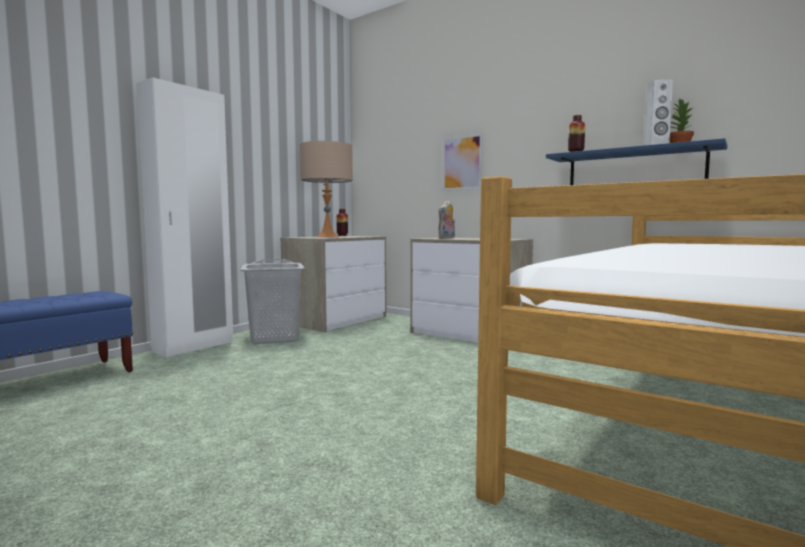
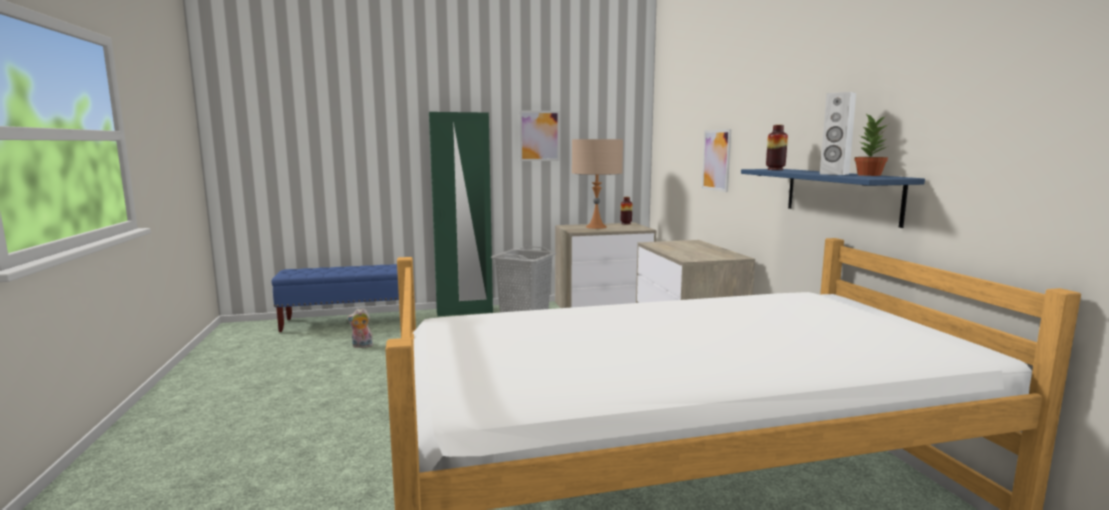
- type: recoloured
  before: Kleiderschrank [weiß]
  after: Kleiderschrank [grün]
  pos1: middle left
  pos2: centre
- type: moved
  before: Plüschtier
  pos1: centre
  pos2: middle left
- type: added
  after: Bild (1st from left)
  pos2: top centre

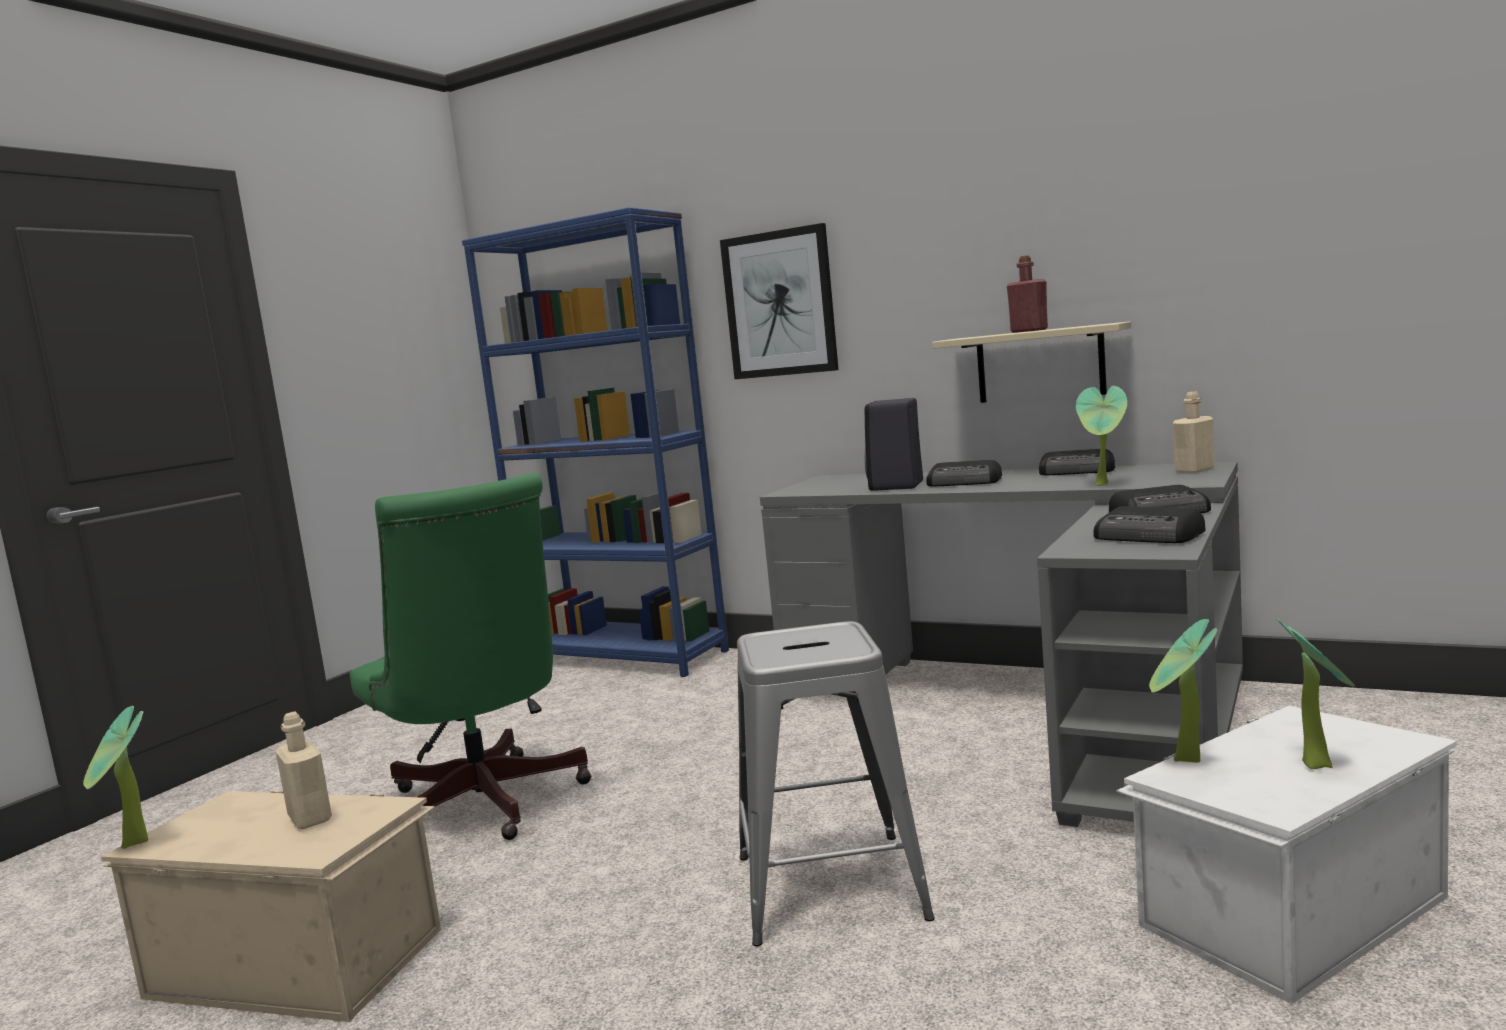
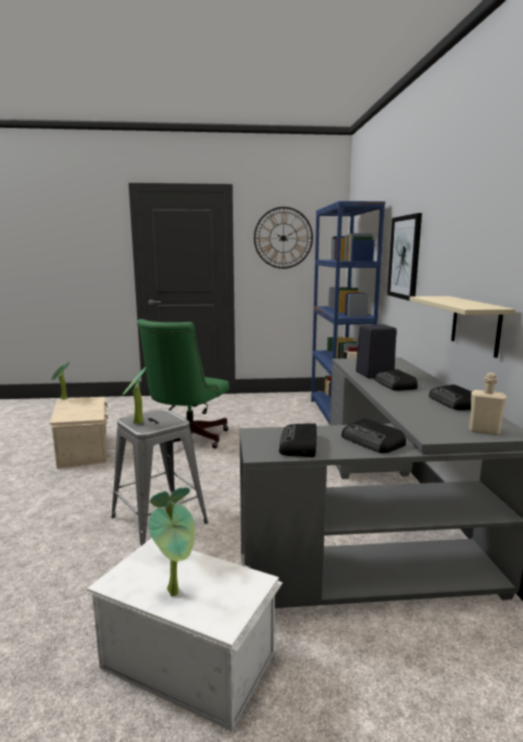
- type: removed
  before: Flasche [beige] (1st from left)
  pos1: bottom left
- type: removed
  before: Flasche [rot]
  pos1: top right
- type: moved
  before: Topfpflanze (2nd from left)
  pos1: middle right
  pos2: middle left
- type: added
  after: Wanduhr
  pos2: top centre

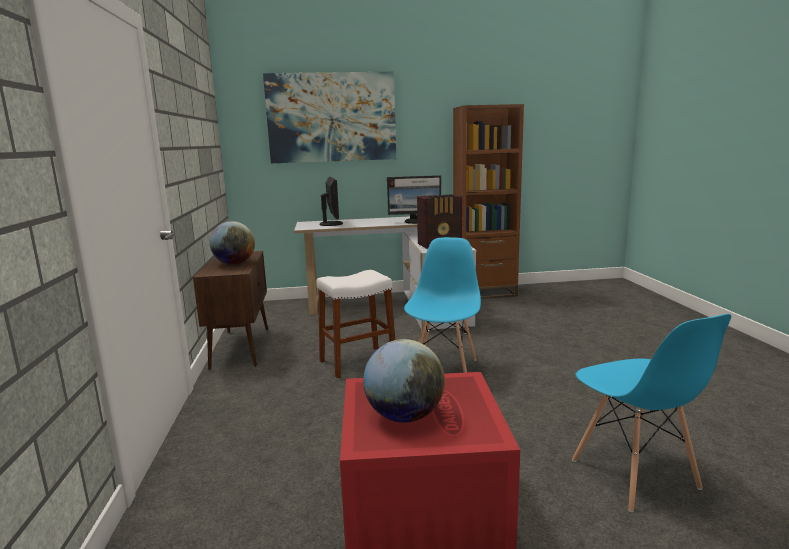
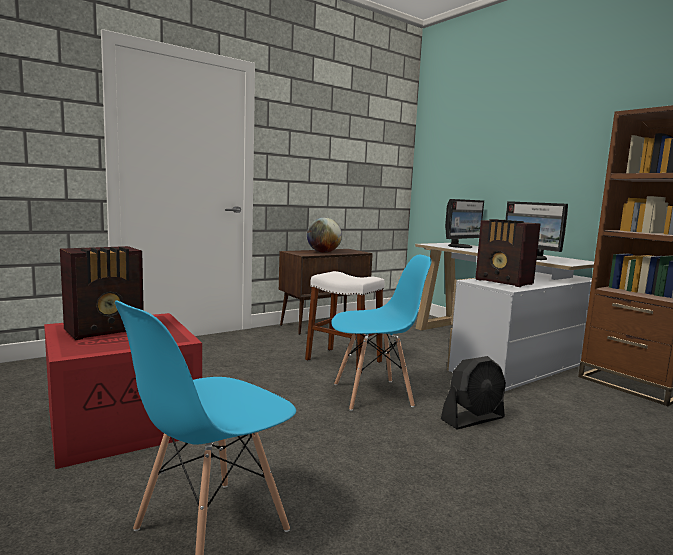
- type: removed
  before: Bild
  pos1: top centre
- type: replaced
  before: Globus (2nd from left)
  after: Radio (1st from left)
  pos1: bottom centre
  pos2: middle left
- type: added
  after: Ventilator [schwarz]
  pos2: bottom right

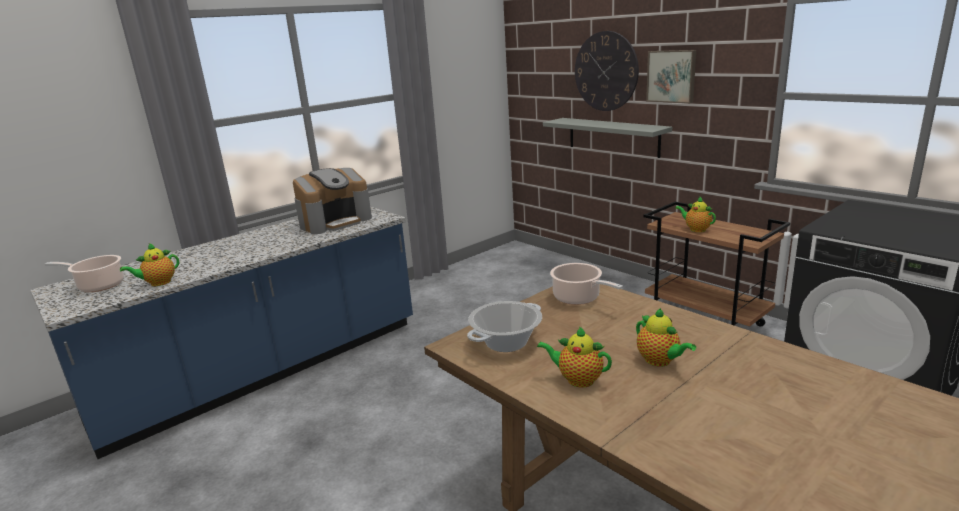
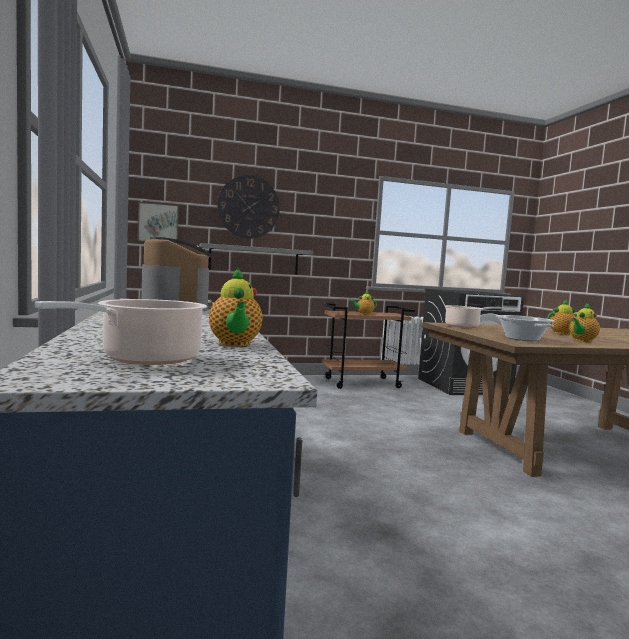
- type: moved
  before: Bild
  pos1: top right
  pos2: middle left

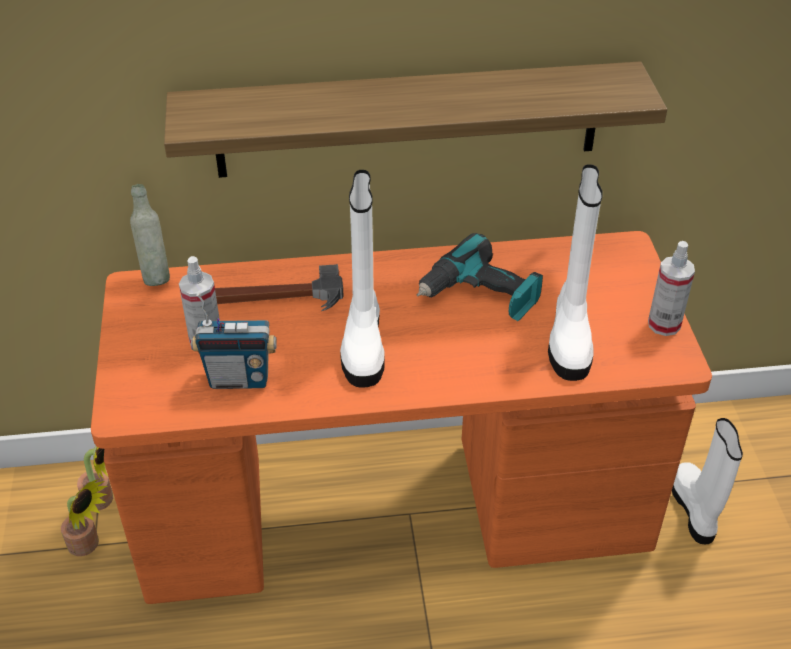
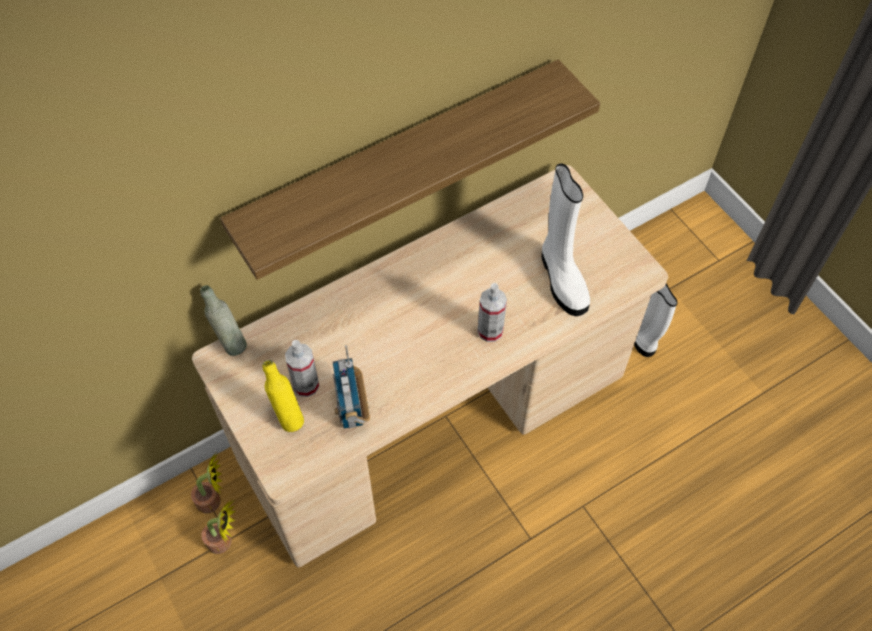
- type: recoloured
  before: Schreibtisch [orange]
  after: Schreibtisch [beige]
  pos1: centre
  pos2: centre
- type: turned
  before: Radio
  pos1: middle left
  pos2: centre
  turn: 105
- type: removed
  before: Hammer
  pos1: centre
- type: removed
  before: Stiefel [weiß] (1st from left)
  pos1: centre
- type: removed
  before: Bohrmaschine
  pos1: centre
- type: moved
  before: Sprühflasche (2nd from left)
  pos1: middle right
  pos2: centre
- type: added
  after: Flasche [gelb]
  pos2: middle left

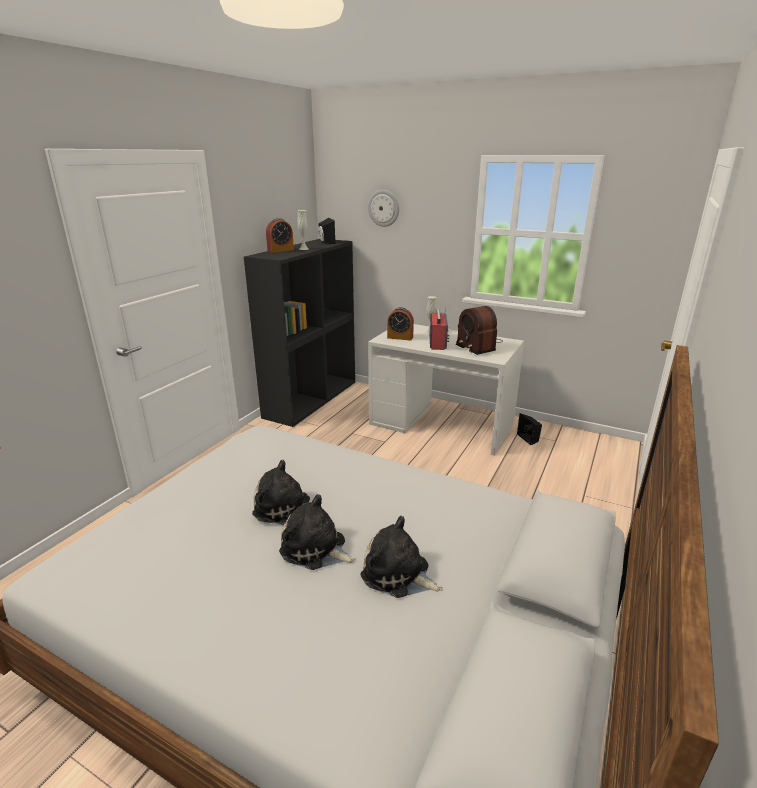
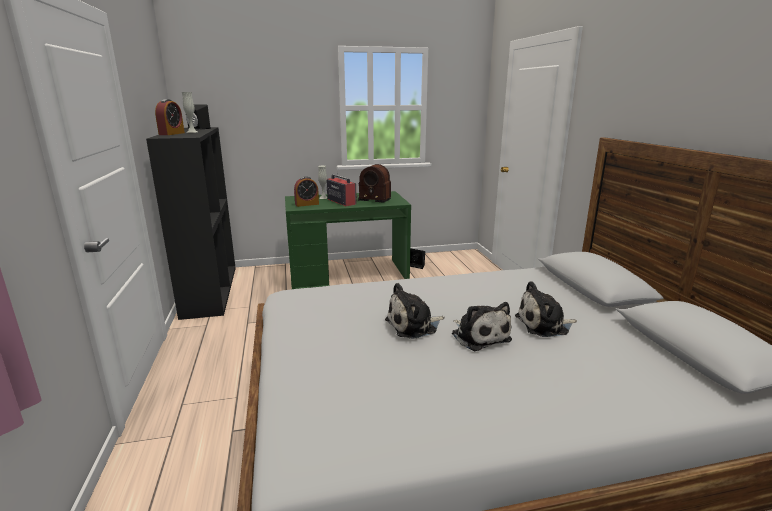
- type: turned
  before: Plüschtier (2nd from left)
  pos1: bottom centre
  pos2: centre
  turn: -105
- type: removed
  before: Wanduhr
  pos1: top centre
- type: recoloured
  before: Schreibtisch [weiß]
  after: Schreibtisch [grün]
  pos1: centre
  pos2: centre

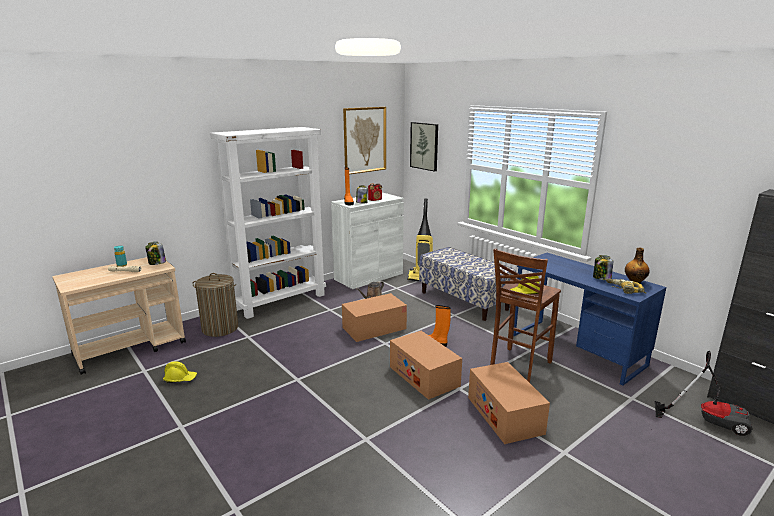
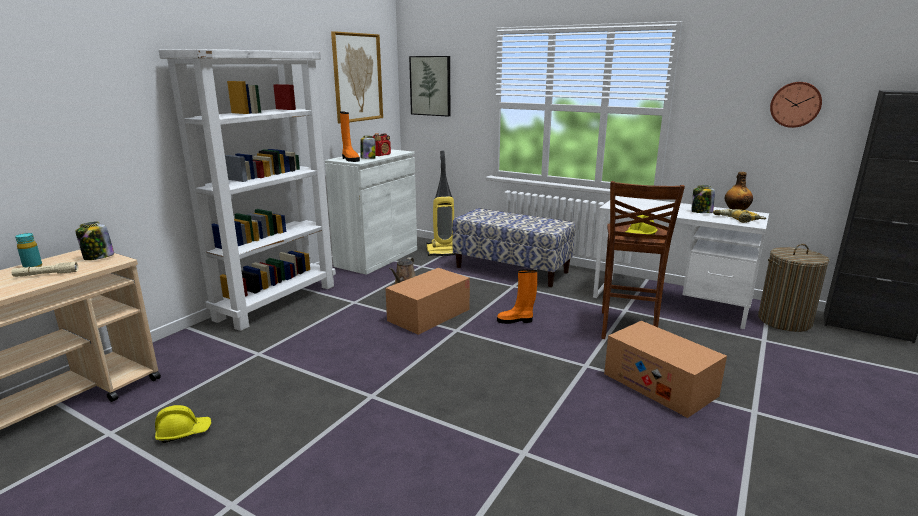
- type: moved
  before: Wäschekorb
  pos1: middle left
  pos2: middle right
- type: removed
  before: Karton (2nd from left)
  pos1: bottom centre
- type: recoloured
  before: Schreibtisch [blau]
  after: Schreibtisch [weiß]
  pos1: middle right
  pos2: middle right
- type: removed
  before: Staubsauger (2nd from left)
  pos1: bottom right
- type: added
  after: Wanduhr
  pos2: top right

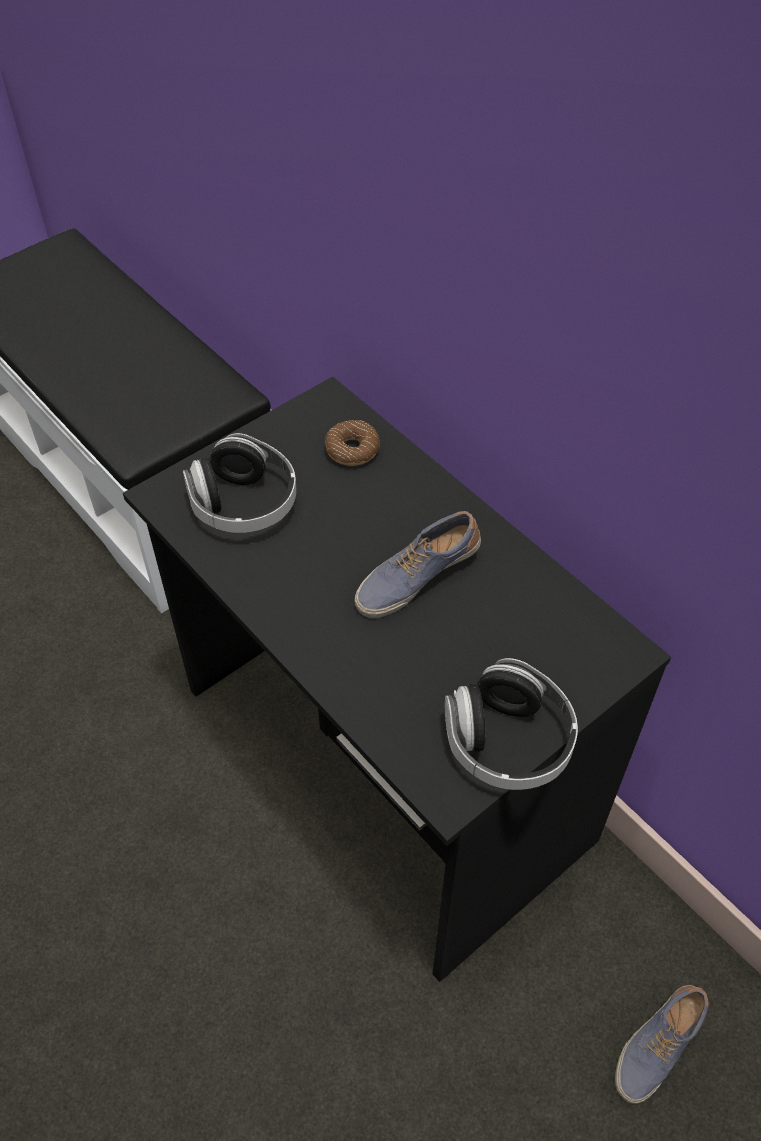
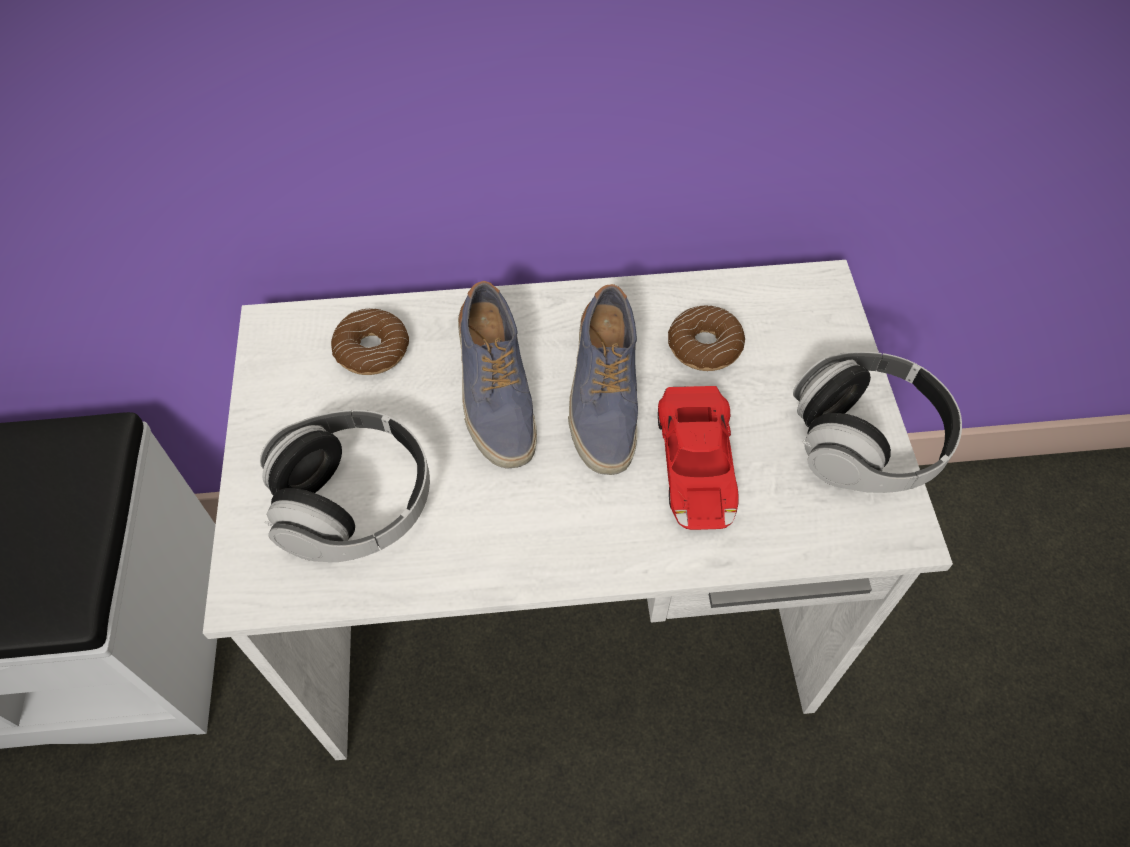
- type: recoloured
  before: Schreibtisch [schwarz]
  after: Schreibtisch [weiß]
  pos1: centre
  pos2: centre
- type: moved
  before: Schuh (2nd from left in the first image)
  after: Schuh (1st from left)
  pos1: bottom right
  pos2: centre
- type: added
  after: Spielzeugauto [rot]
  pos2: centre
- type: added
  after: Donut (2nd from left)
  pos2: centre

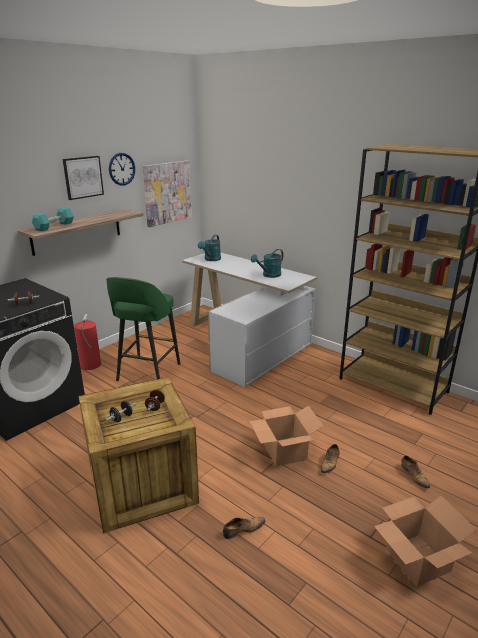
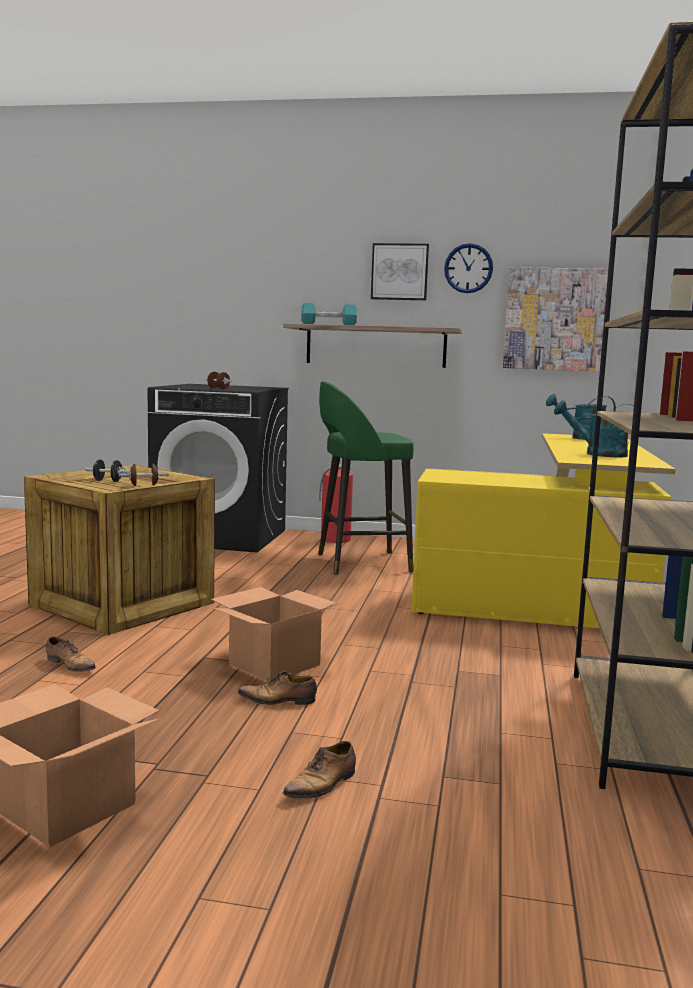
- type: recoloured
  before: Schreibtisch [weiß]
  after: Schreibtisch [gelb]
  pos1: centre
  pos2: middle right

